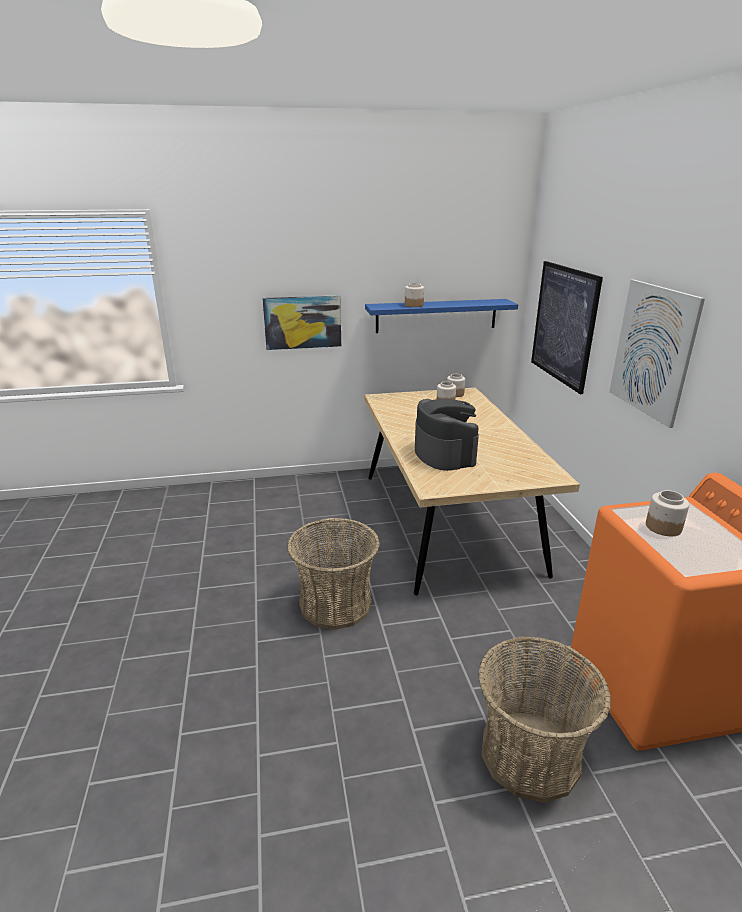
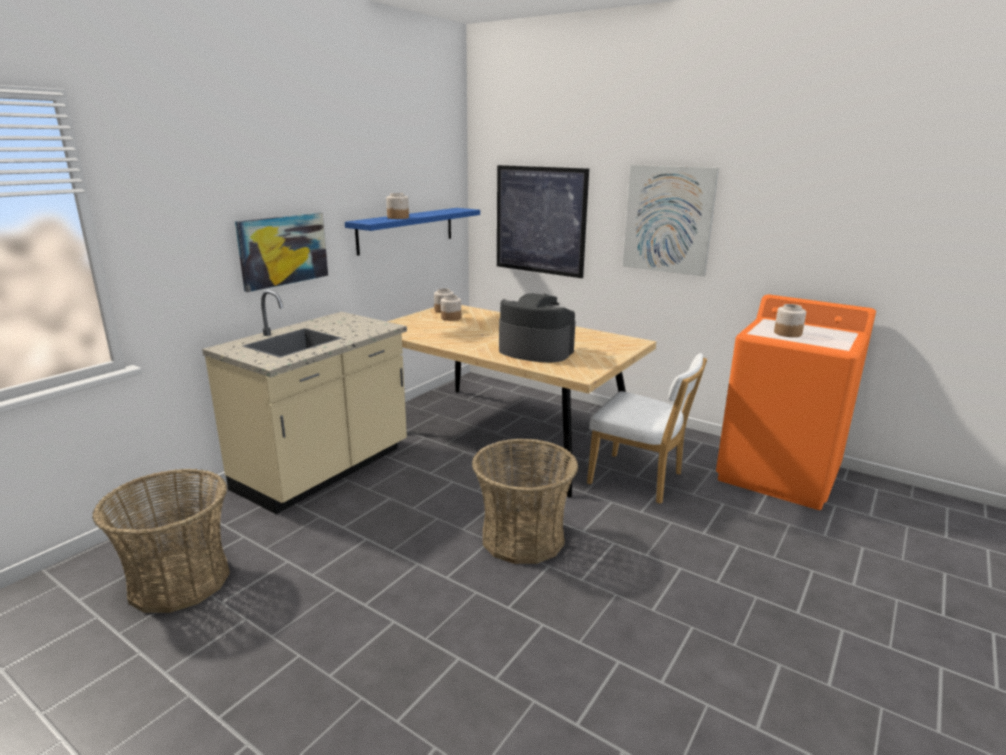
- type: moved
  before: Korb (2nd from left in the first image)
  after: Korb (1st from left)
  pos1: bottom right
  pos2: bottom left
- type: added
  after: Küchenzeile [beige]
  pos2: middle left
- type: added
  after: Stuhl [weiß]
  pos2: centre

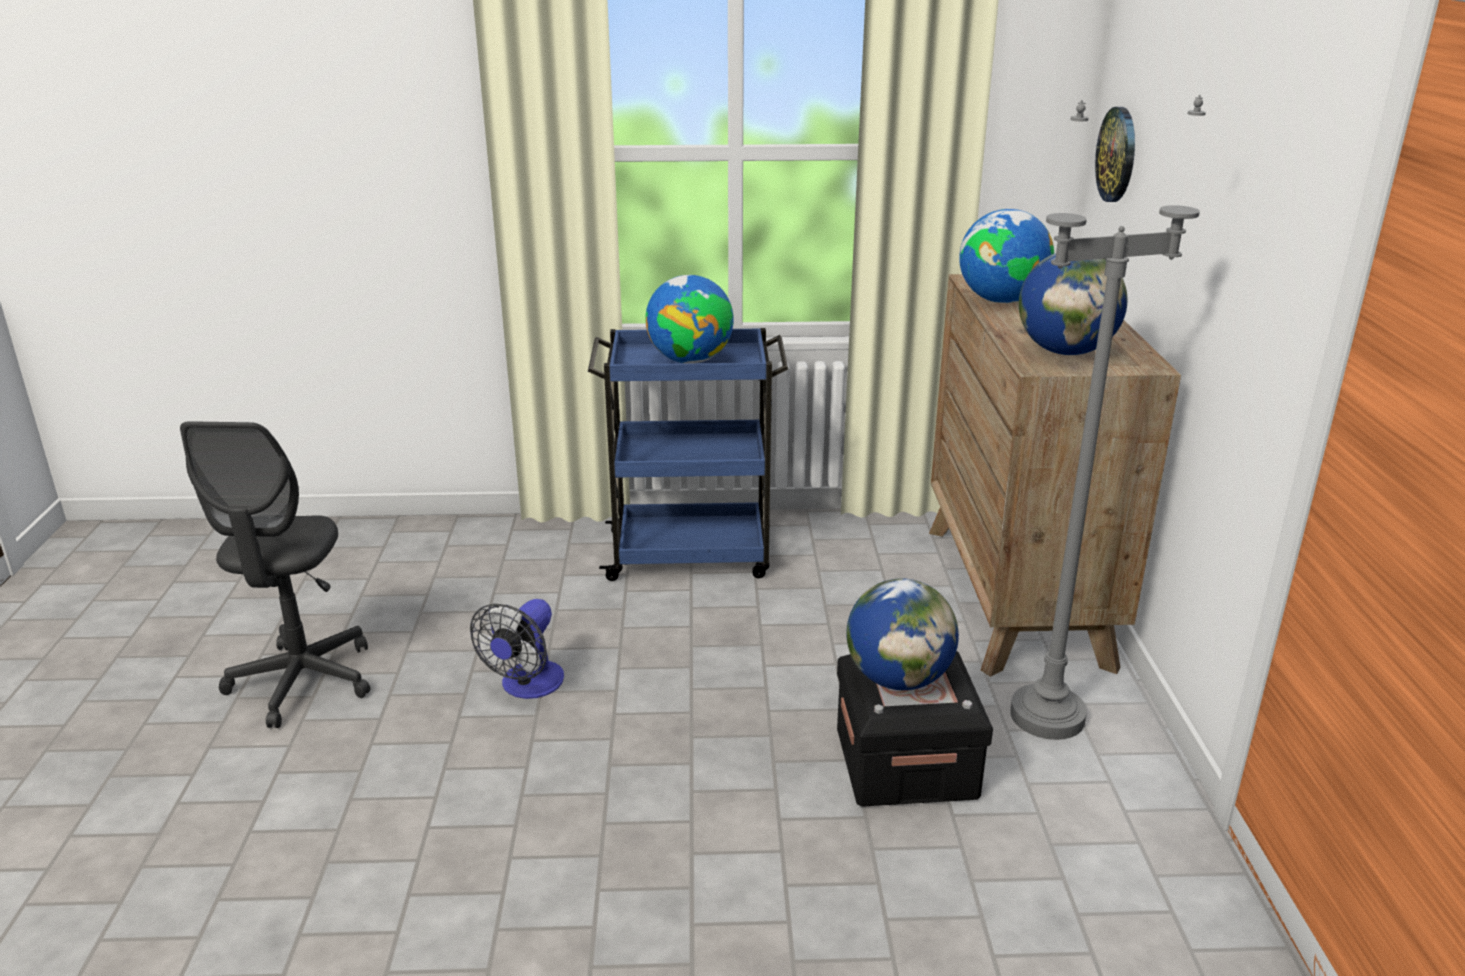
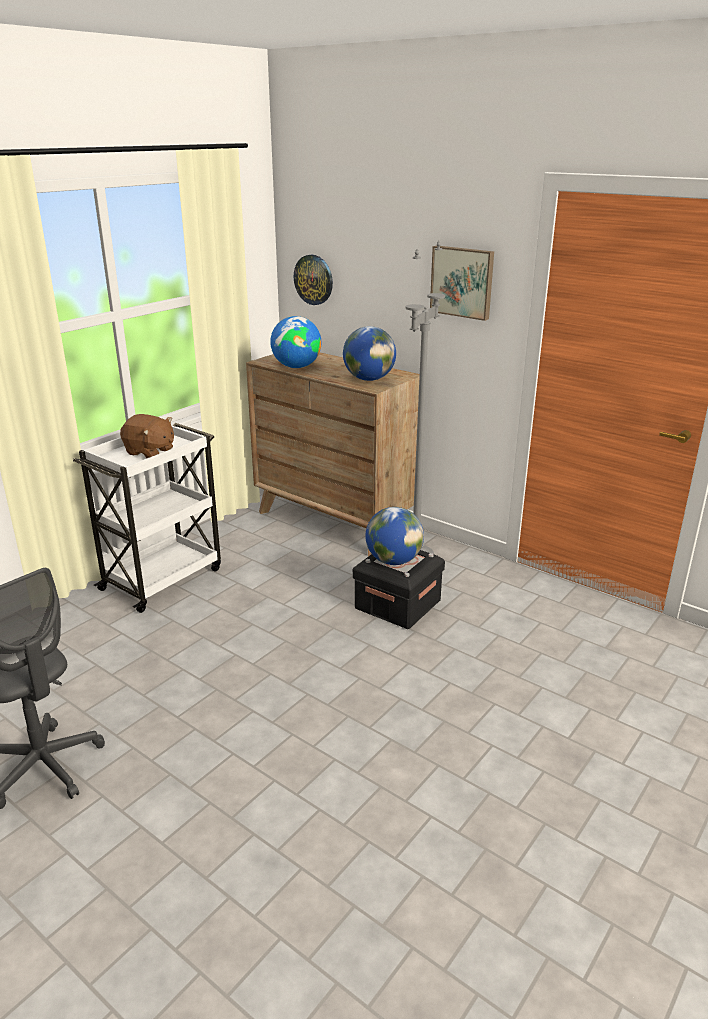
- type: removed
  before: Ventilator
  pos1: centre
- type: recoloured
  before: Rollwagen [blau]
  after: Rollwagen [weiß]
  pos1: centre
  pos2: middle left
- type: replaced
  before: Globus (1st from left)
  after: Plüschtier [braun]
  pos1: top centre
  pos2: middle left
- type: added
  after: Bild
  pos2: top centre

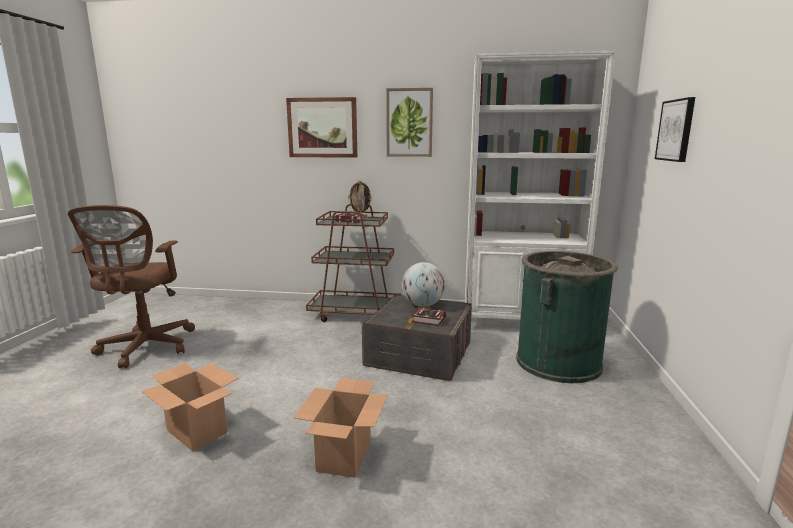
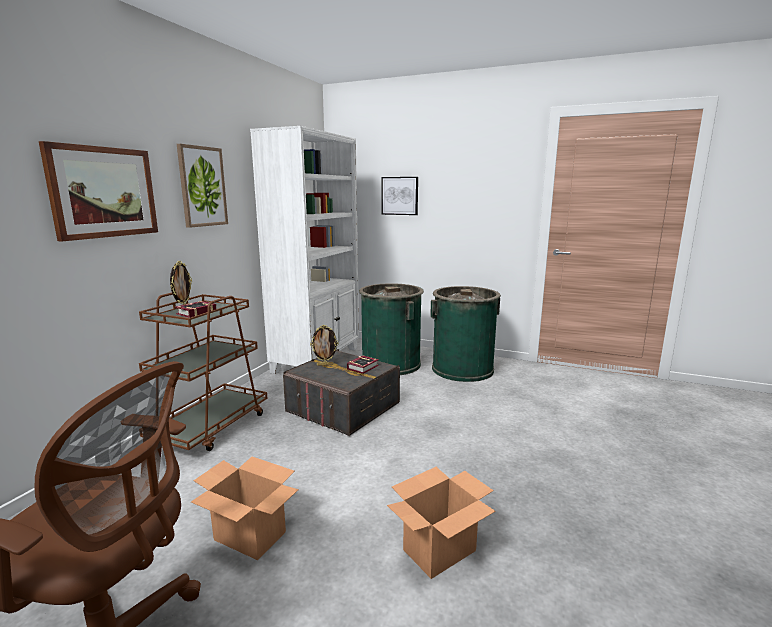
- type: moved
  before: Karton (2nd from left in the first image)
  after: Karton (1st from left)
  pos1: bottom centre
  pos2: bottom left
- type: replaced
  before: Globus
  after: Bilderrahmen (2nd from left)
  pos1: centre
  pos2: centre
- type: added
  after: Mülleimer [grün] (2nd from left)
  pos2: centre

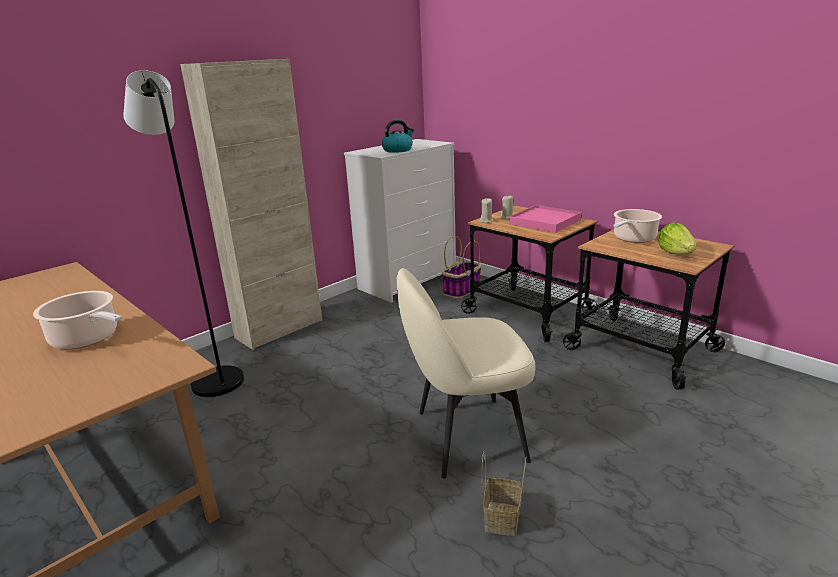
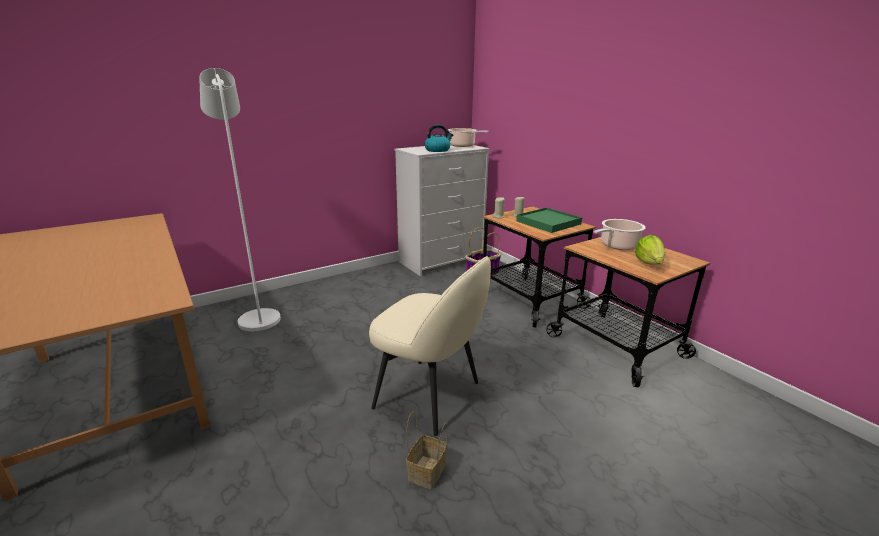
- type: moved
  before: Kochtopf (1st from left)
  pos1: middle left
  pos2: top centre
- type: recoloured
  before: Stehlampe [schwarz]
  after: Stehlampe [weiß]
  pos1: middle left
  pos2: middle left
- type: removed
  before: Schrank [beige]
  pos1: middle left
- type: turned
  before: Stuhl [beige]
  pos1: centre
  pos2: centre
  turn: -150
- type: recoloured
  before: Tablett [rosa]
  after: Tablett [grün]
  pos1: centre
  pos2: centre

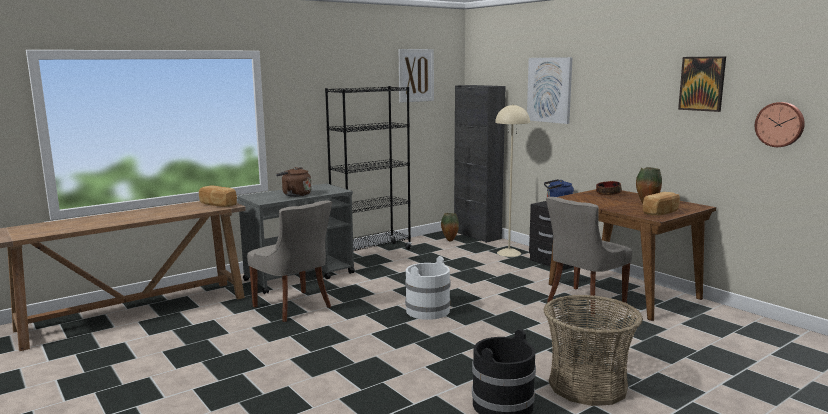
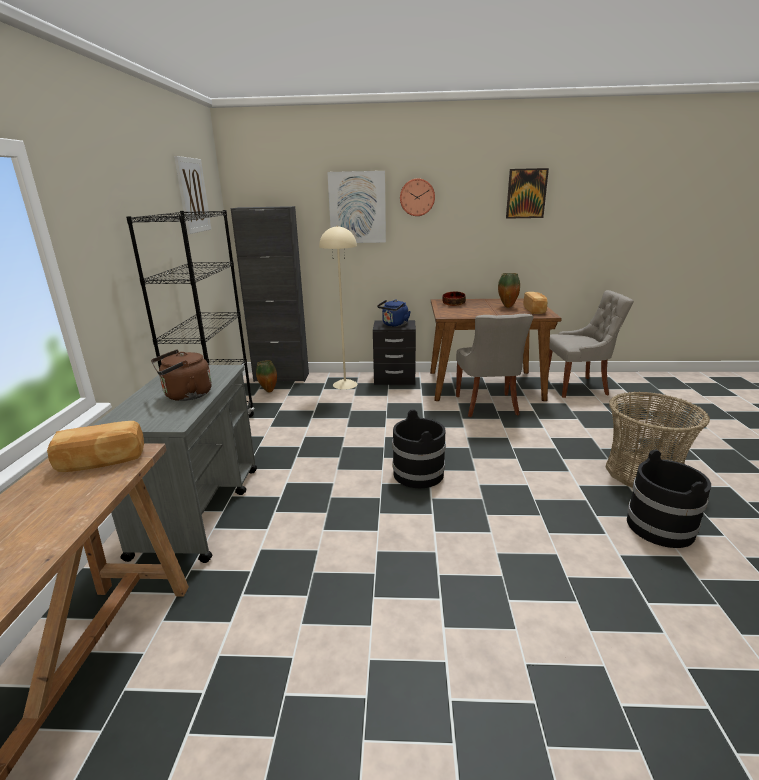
- type: moved
  before: Stuhl [grau] (1st from left in the first image)
  after: Stuhl [grau] (2nd from left)
  pos1: centre
  pos2: middle right
- type: recoloured
  before: Eimer [weiß]
  after: Eimer [schwarz] (1st from left)
  pos1: bottom centre
  pos2: centre
- type: moved
  before: Wanduhr
  pos1: top right
  pos2: top centre

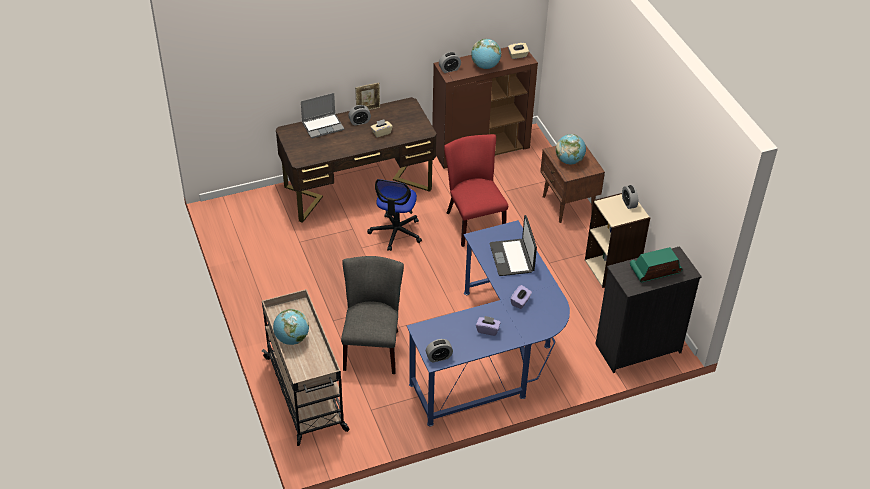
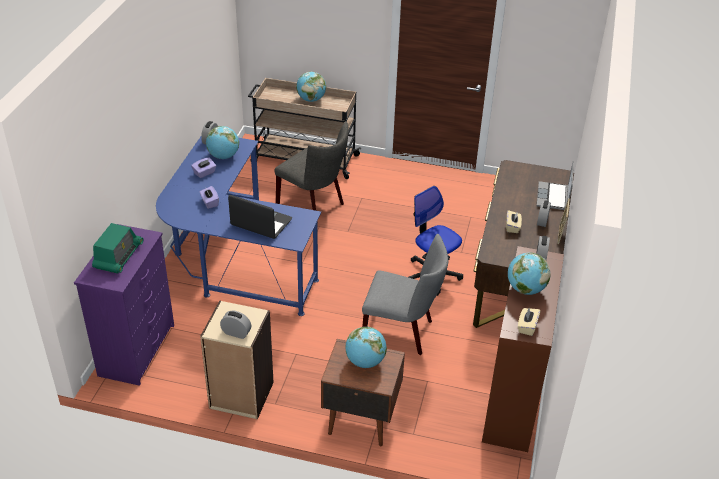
- type: recoloured
  before: Stuhl [rot]
  after: Stuhl [grau] (2nd from left)
  pos1: centre
  pos2: centre
- type: recoloured
  before: Kommode [schwarz]
  after: Kommode [lila]
  pos1: middle right
  pos2: middle left
- type: added
  after: Globus (1st from left)
  pos2: top left

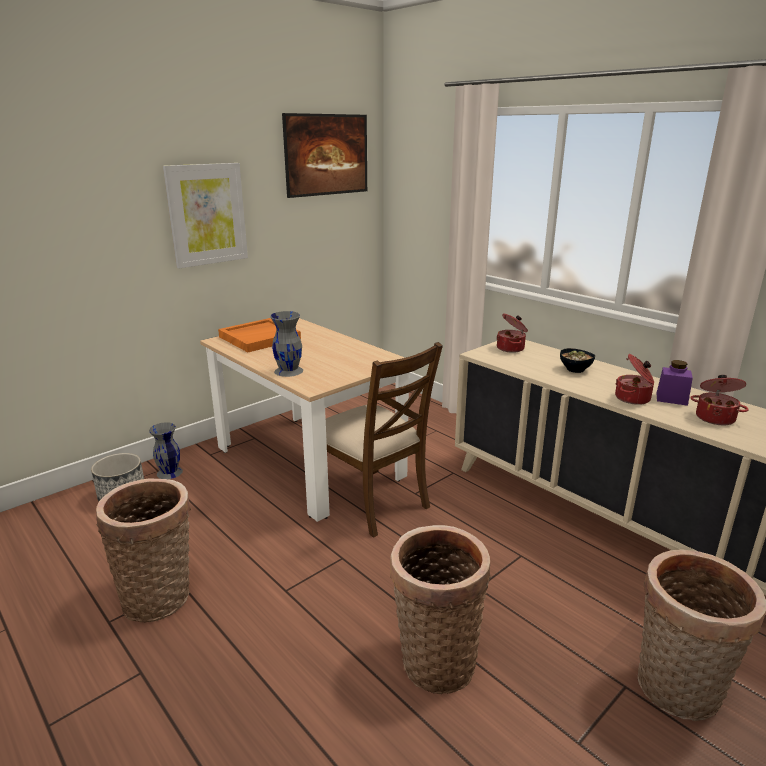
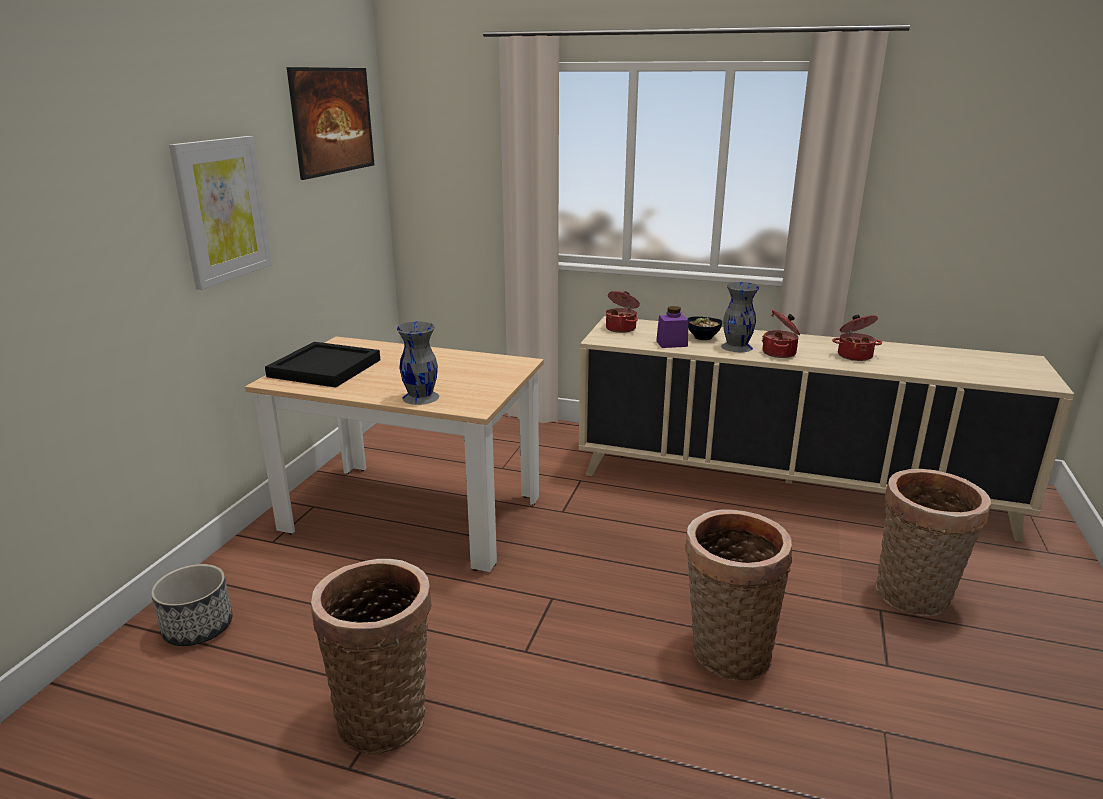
- type: moved
  before: Vase [grau] (1st from left in the first image)
  after: Vase [grau] (2nd from left)
  pos1: middle left
  pos2: middle right
- type: recoloured
  before: Tablett [orange]
  after: Tablett [schwarz]
  pos1: centre
  pos2: middle left
- type: removed
  before: Stuhl [braun]
  pos1: centre
- type: moved
  before: Vorratsglas [lila]
  pos1: middle right
  pos2: centre

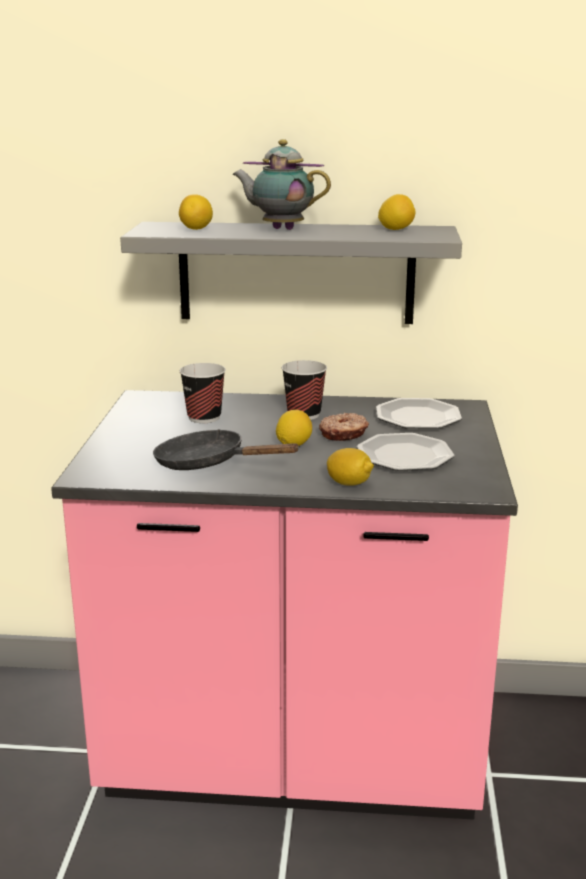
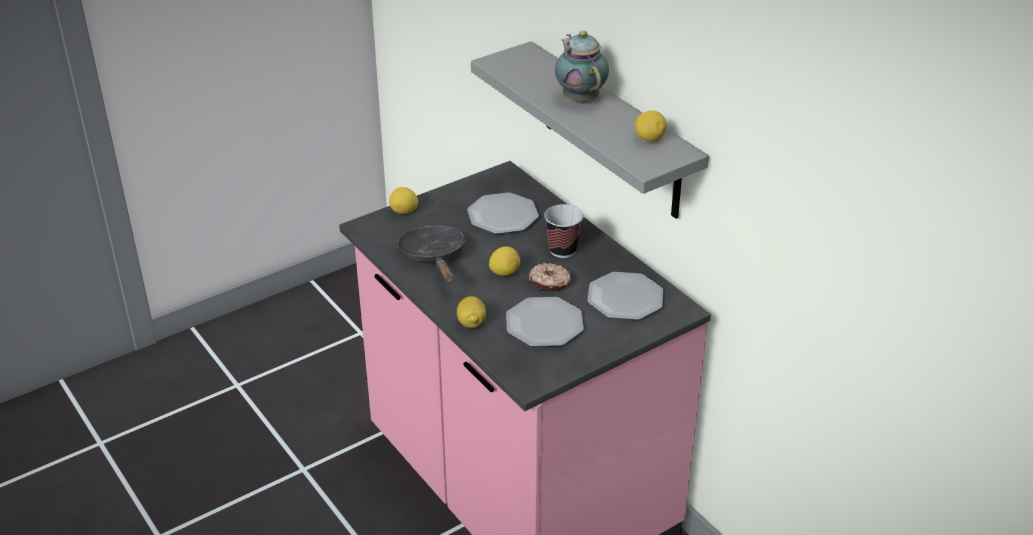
- type: moved
  before: Zitrone (1st from left)
  pos1: top centre
  pos2: centre
- type: replaced
  before: Tasse (1st from left)
  after: Teller (1st from left)
  pos1: centre
  pos2: centre

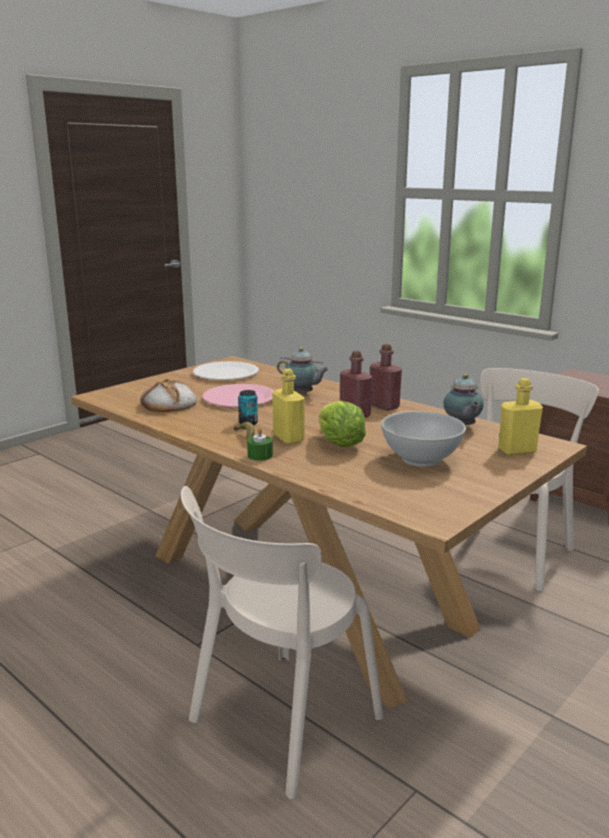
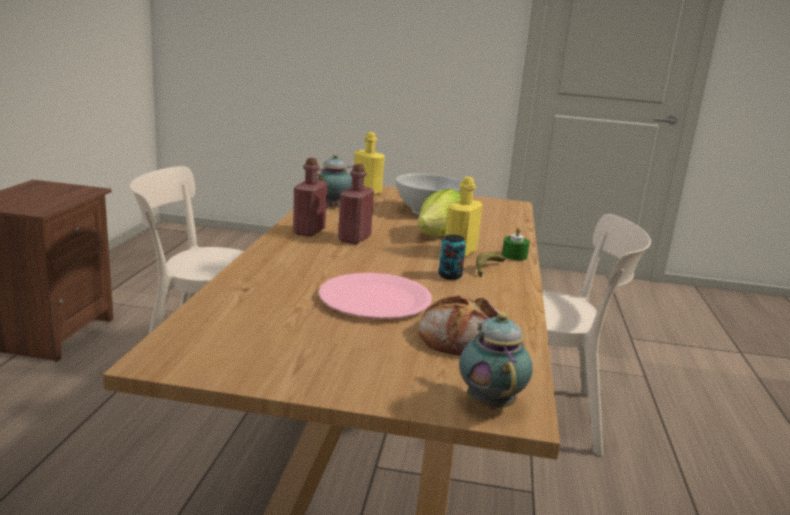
- type: removed
  before: Teller [weiß]
  pos1: centre
- type: moved
  before: Teekanne (1st from left in the first image)
  after: Teekanne (2nd from left)
  pos1: centre
  pos2: bottom centre

